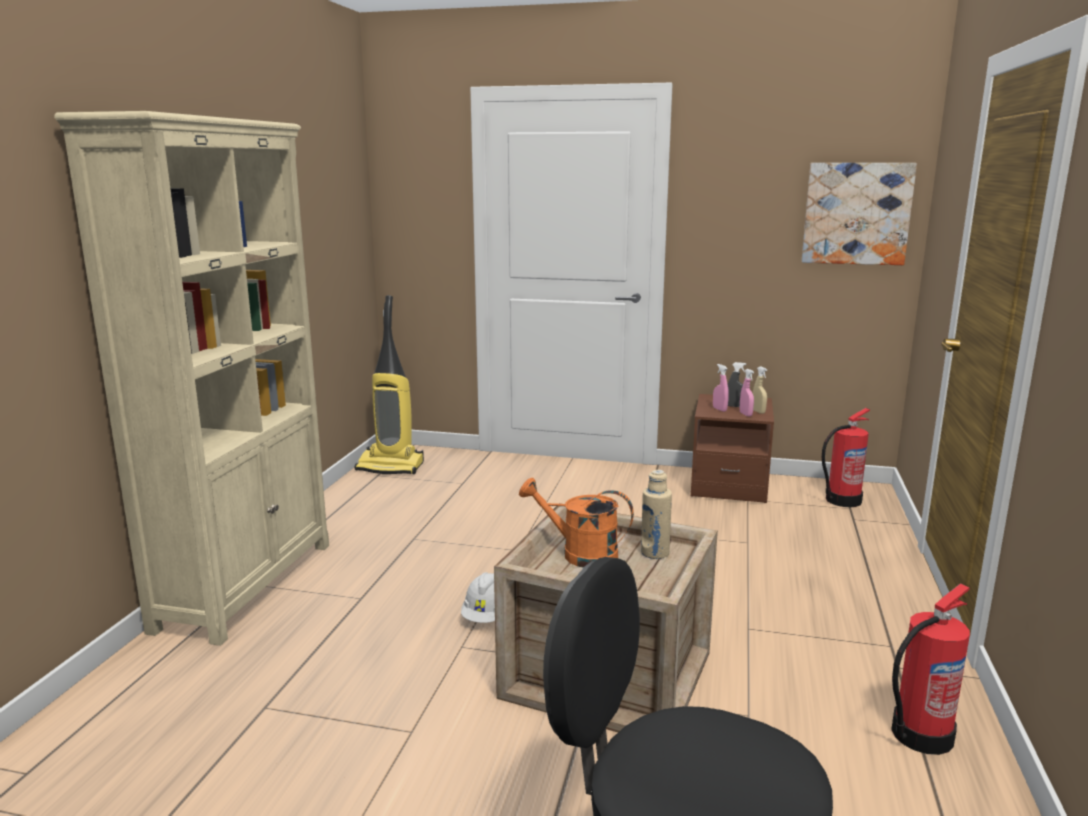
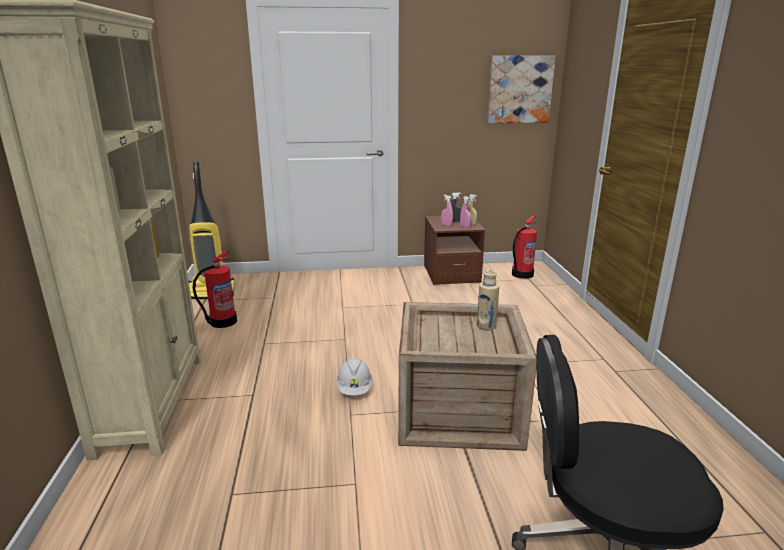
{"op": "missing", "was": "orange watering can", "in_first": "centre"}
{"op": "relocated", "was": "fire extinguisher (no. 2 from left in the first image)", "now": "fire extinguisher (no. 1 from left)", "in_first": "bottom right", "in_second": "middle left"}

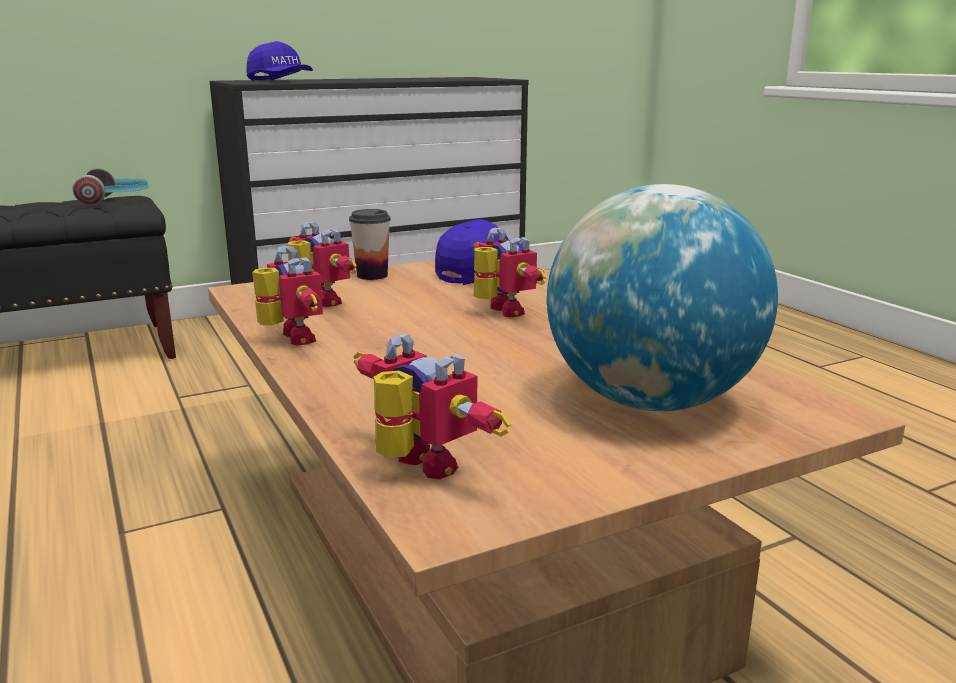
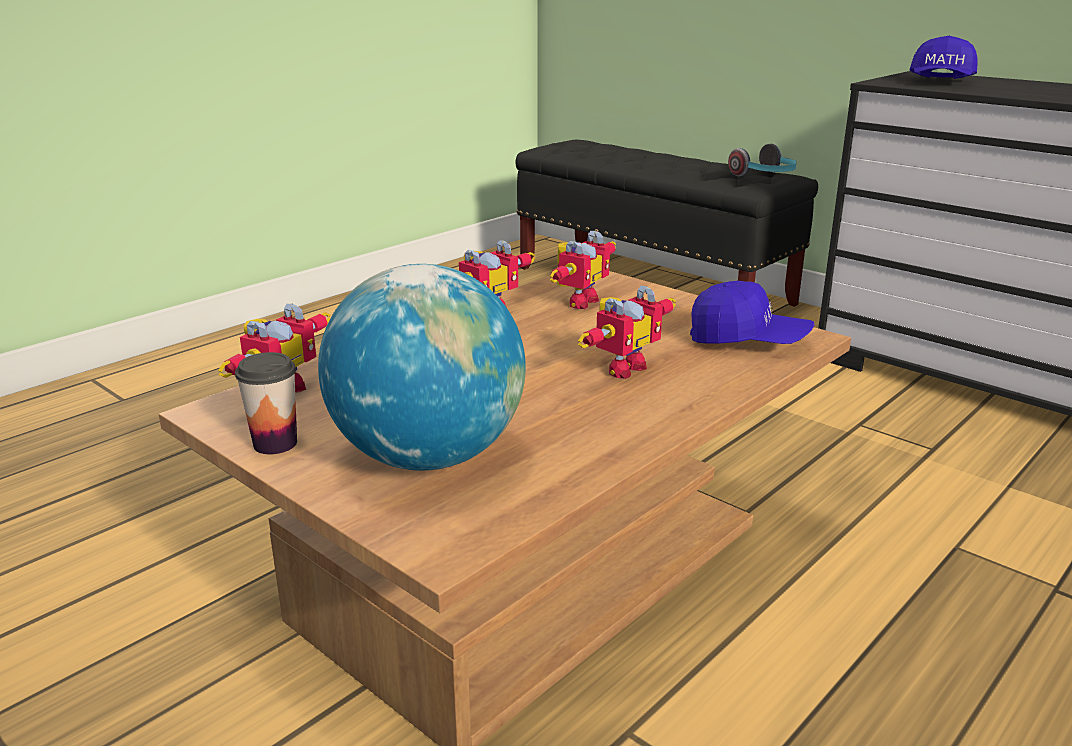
{"op": "relocated", "was": "cup", "in_first": "centre", "in_second": "middle left"}

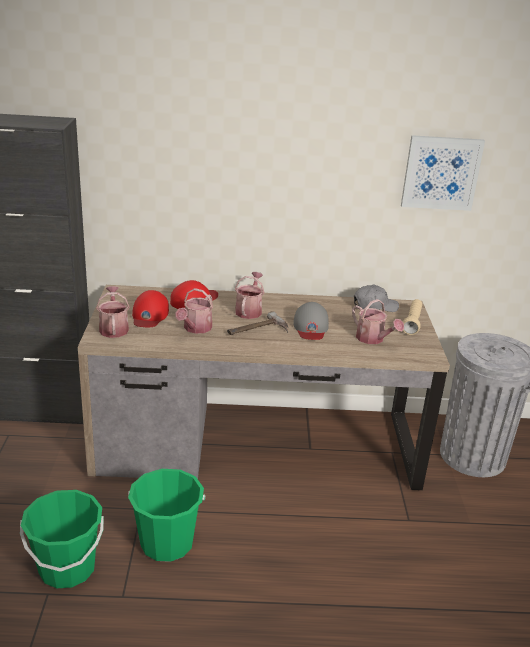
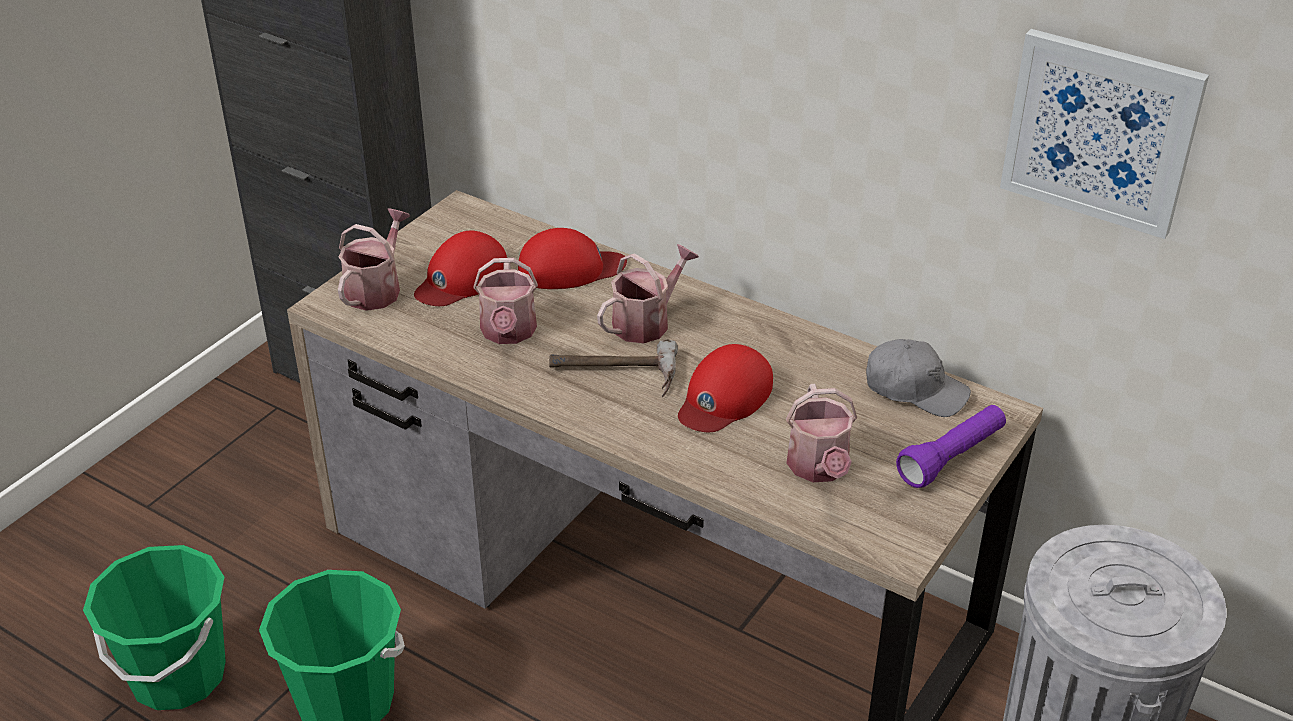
{"op": "spun", "was": "watering can (no. 2 from left)", "in_first": "centre", "in_second": "centre", "clockwise": -60}
{"op": "colour", "was": "grey cap (no. 1 from left)", "now": "red cap (no. 3 from left)", "in_first": "centre", "in_second": "centre"}
{"op": "colour", "was": "beige flashlight", "now": "purple flashlight", "in_first": "middle right", "in_second": "middle right"}

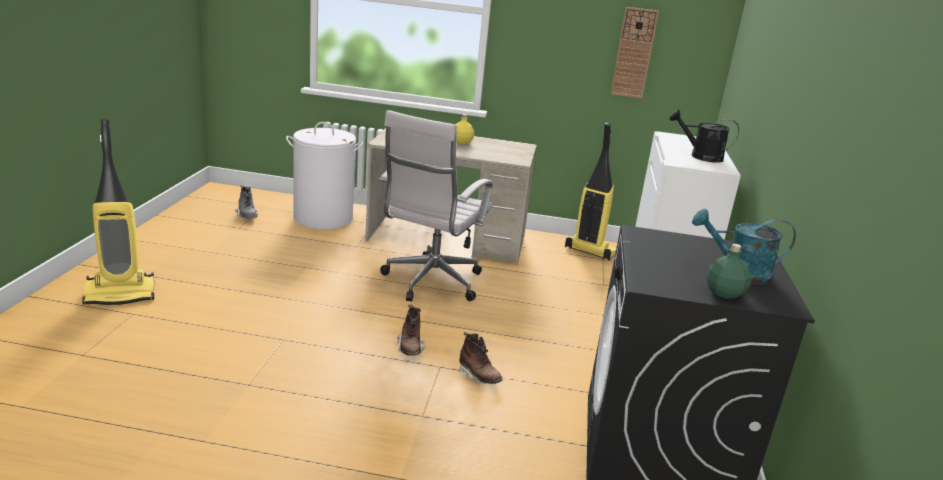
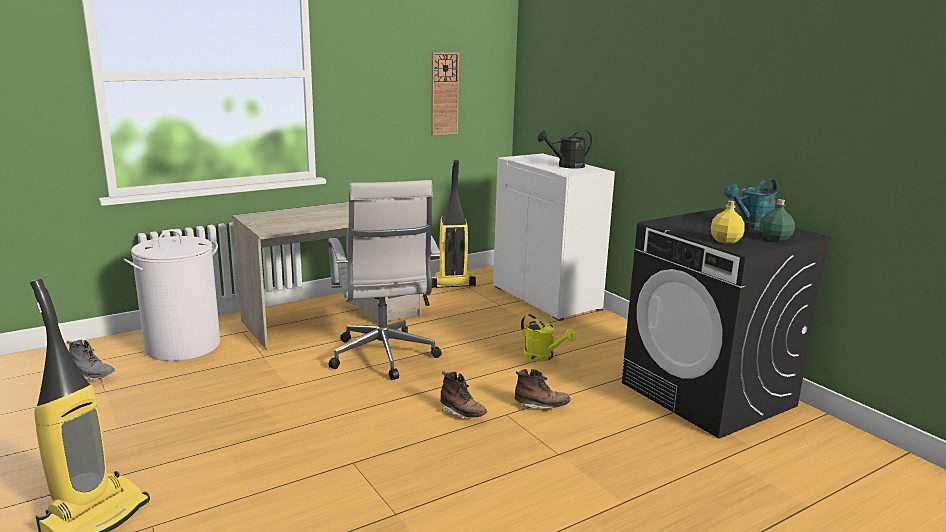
{"op": "relocated", "was": "yellow bottle", "in_first": "top centre", "in_second": "middle right"}
{"op": "appeared", "now": "yellow watering can", "in_second": "centre"}

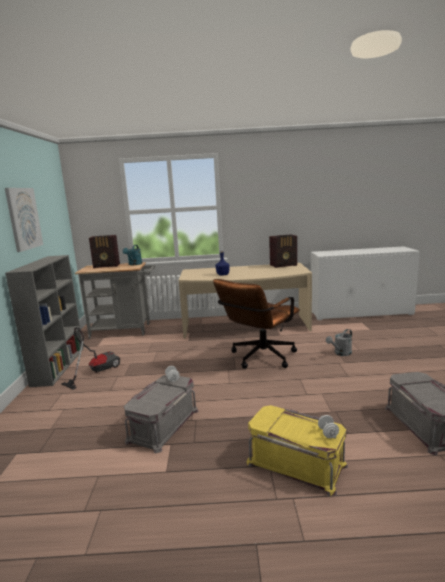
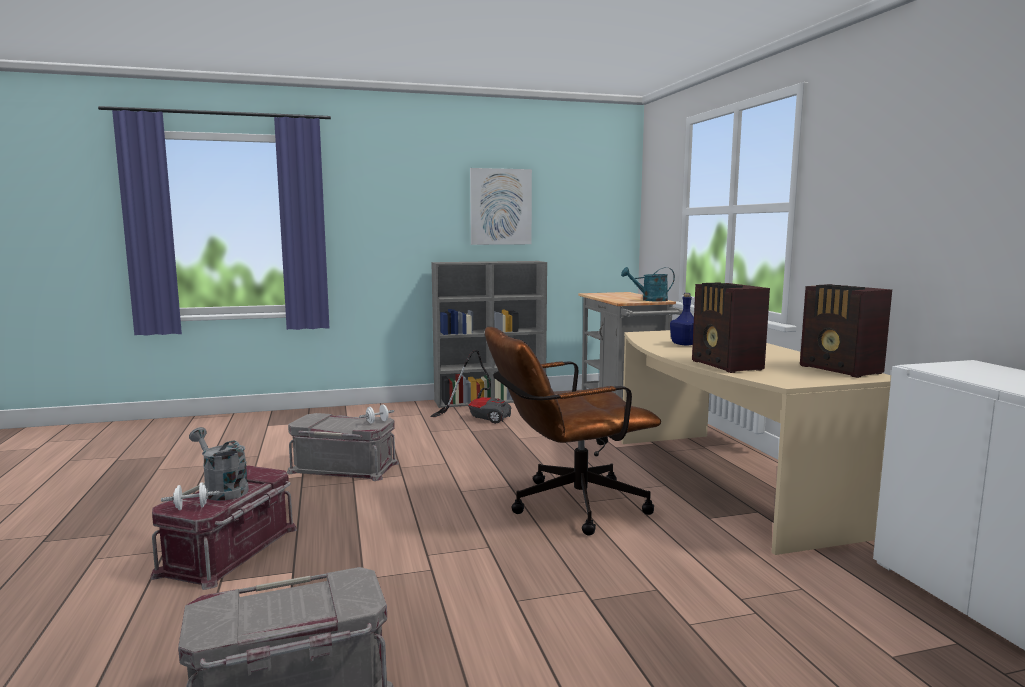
{"op": "relocated", "was": "radio (no. 1 from left)", "in_first": "middle left", "in_second": "middle right"}
{"op": "spun", "was": "brown office chair", "in_first": "centre", "in_second": "centre", "clockwise": -45}
{"op": "colour", "was": "yellow storage box", "now": "red storage box", "in_first": "bottom right", "in_second": "bottom left"}
{"op": "relocated", "was": "grey watering can", "in_first": "middle right", "in_second": "bottom left"}

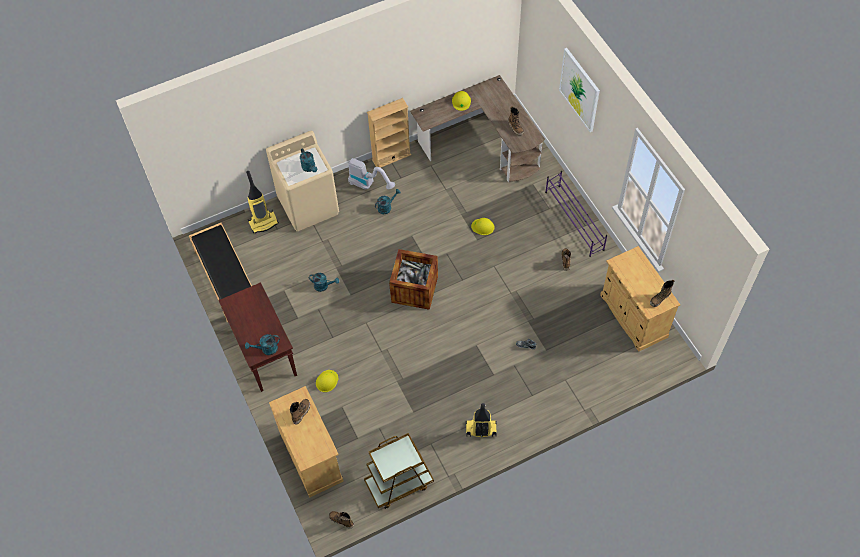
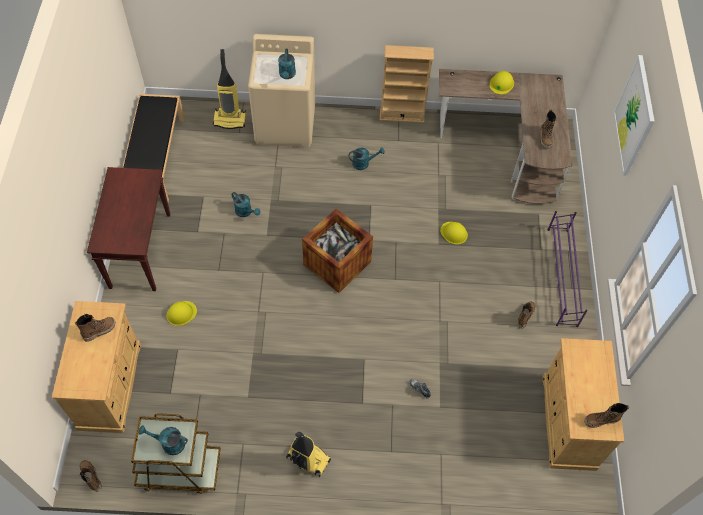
{"op": "relocated", "was": "turquoise watering can (no. 1 from left)", "in_first": "middle left", "in_second": "bottom left"}
{"op": "missing", "was": "vacuum cleaner (no. 2 from left)", "in_first": "top centre"}

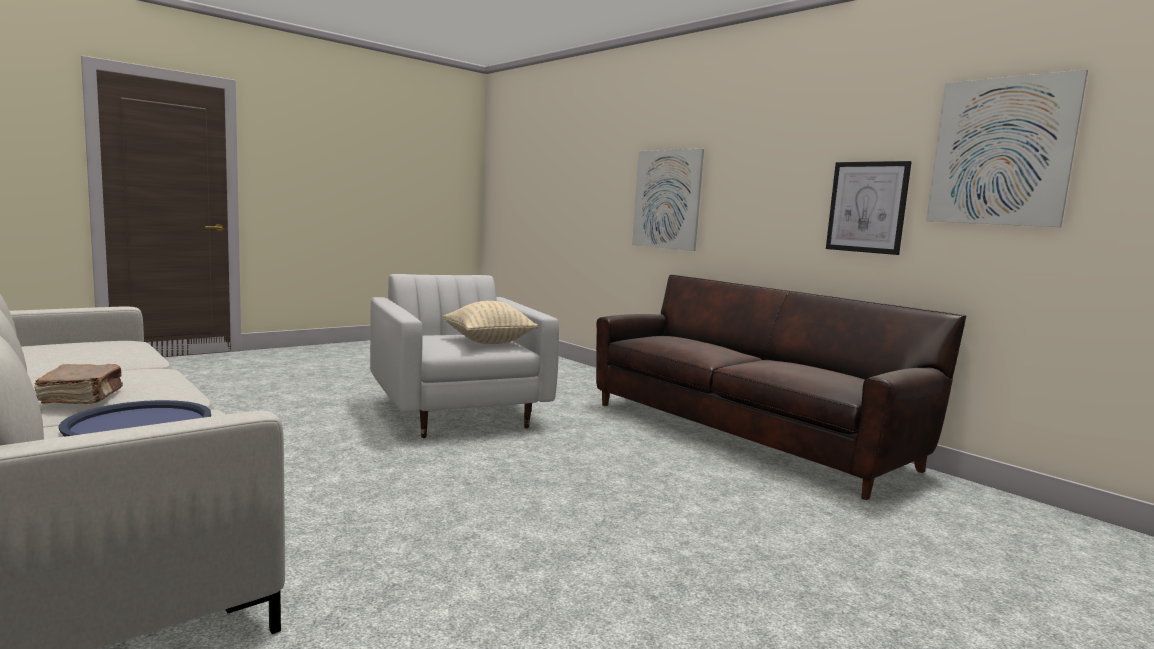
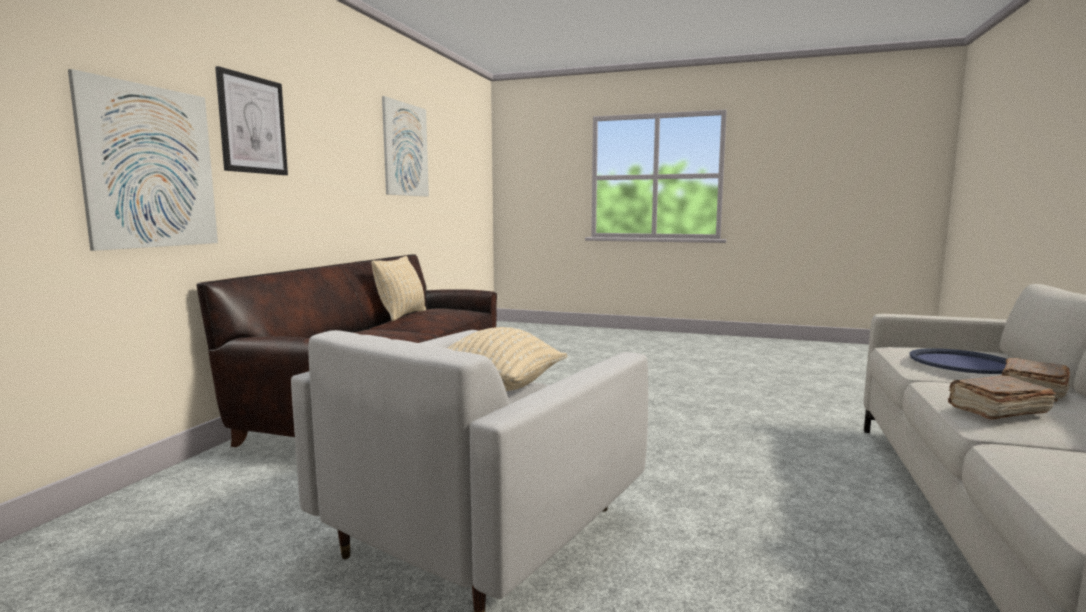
{"op": "relocated", "was": "picture (no. 2 from left)", "in_first": "top right", "in_second": "top left"}
{"op": "appeared", "now": "beige pillow (no. 1 from left)", "in_second": "centre"}
{"op": "appeared", "now": "brown book (no. 1 from left)", "in_second": "middle right"}

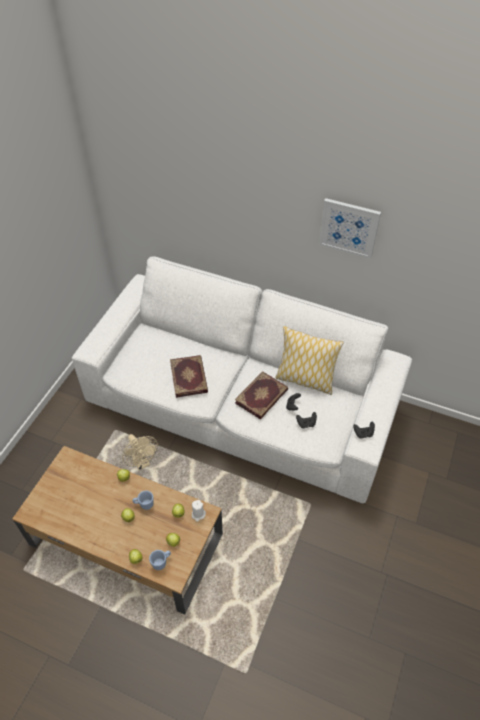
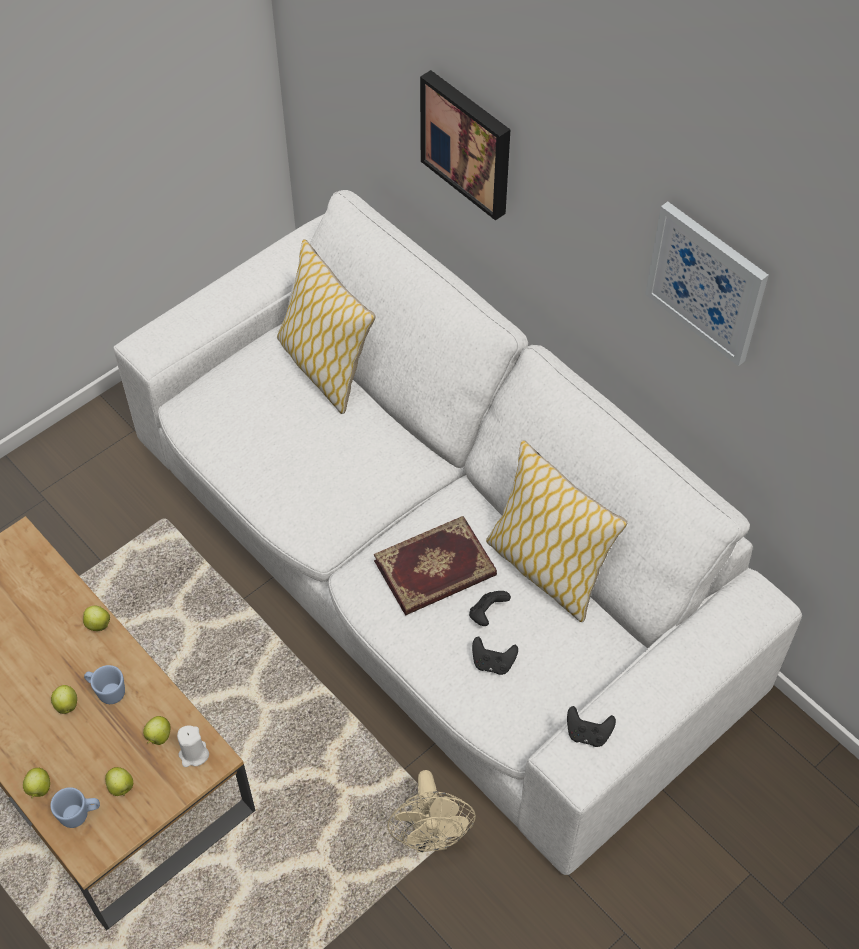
{"op": "relocated", "was": "beige fan", "in_first": "middle left", "in_second": "bottom centre"}
{"op": "missing", "was": "book (no. 1 from left)", "in_first": "centre"}
{"op": "appeared", "now": "pillow (no. 1 from left)", "in_second": "centre"}
{"op": "appeared", "now": "picture (no. 1 from left)", "in_second": "top centre"}

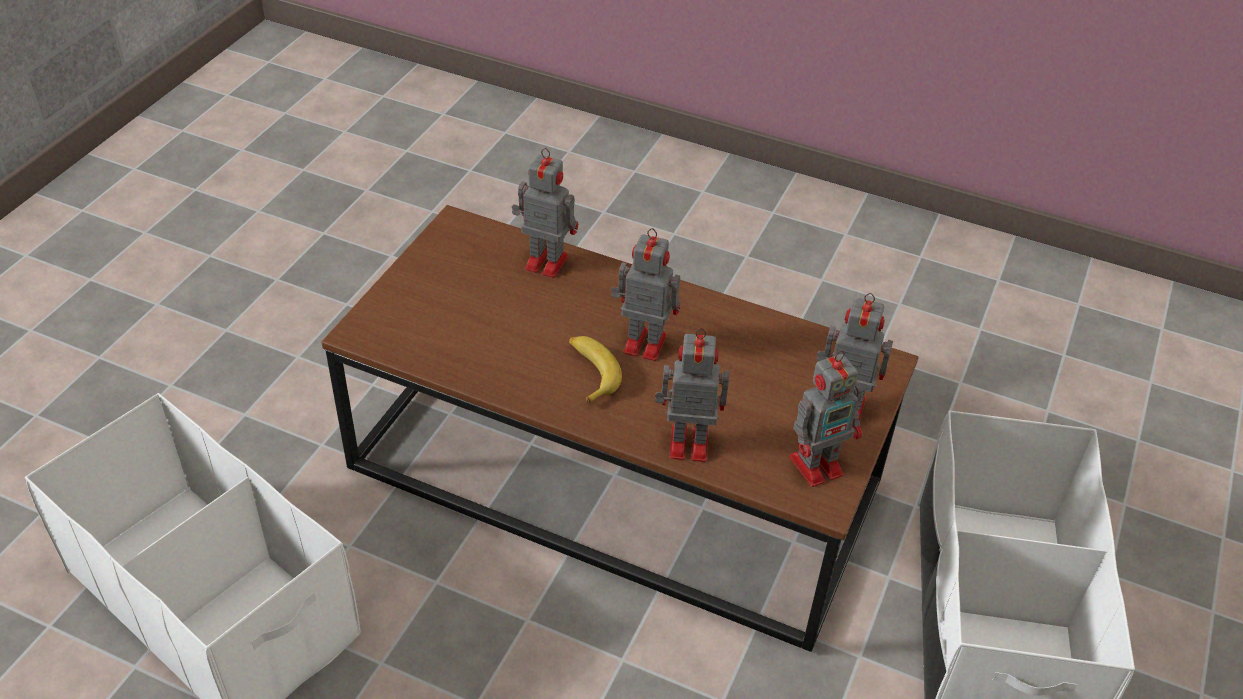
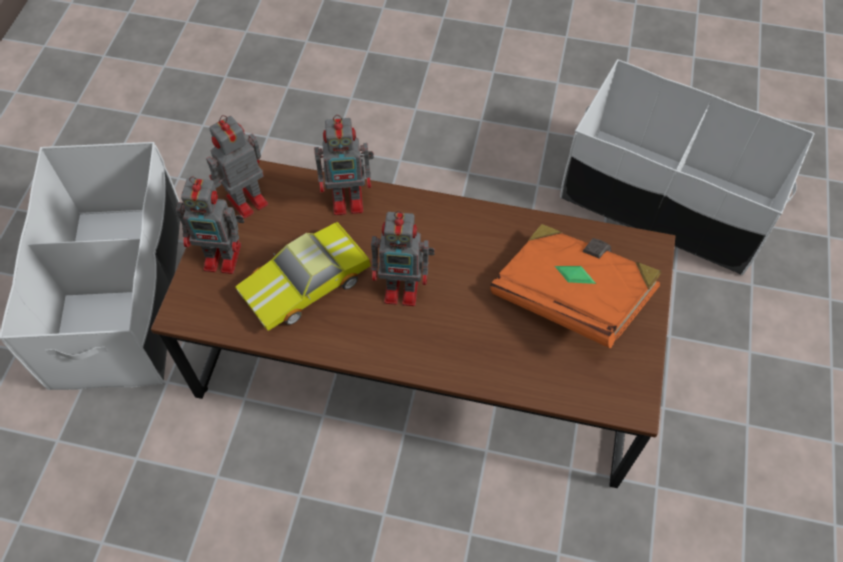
{"op": "missing", "was": "toy robot (no. 1 from left)", "in_first": "top centre"}
{"op": "missing", "was": "banana", "in_first": "centre"}
{"op": "appeared", "now": "toy car", "in_second": "centre"}
{"op": "appeared", "now": "orange book", "in_second": "middle right"}

